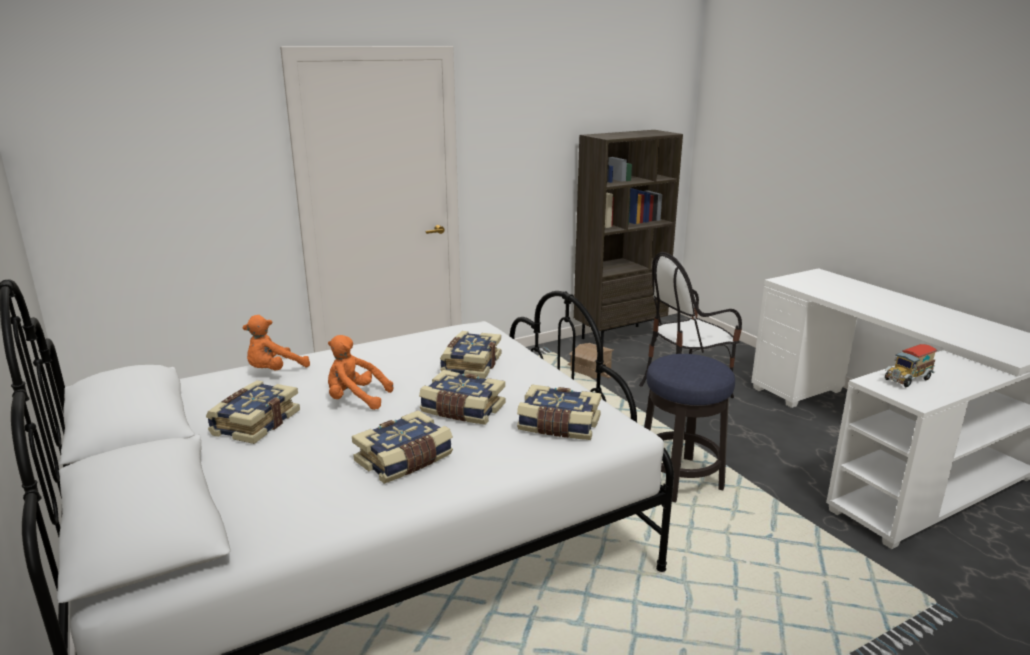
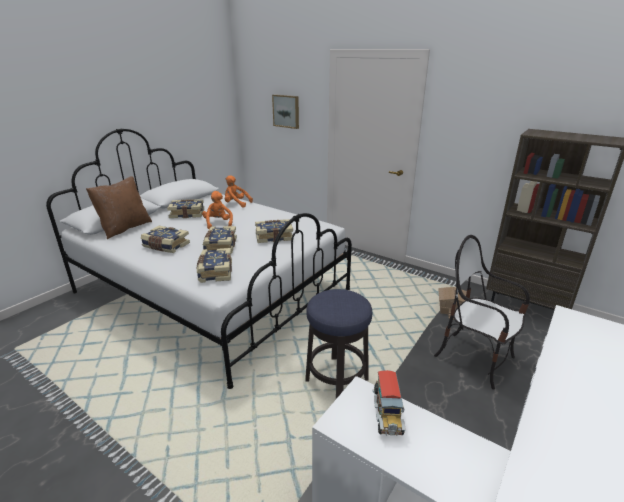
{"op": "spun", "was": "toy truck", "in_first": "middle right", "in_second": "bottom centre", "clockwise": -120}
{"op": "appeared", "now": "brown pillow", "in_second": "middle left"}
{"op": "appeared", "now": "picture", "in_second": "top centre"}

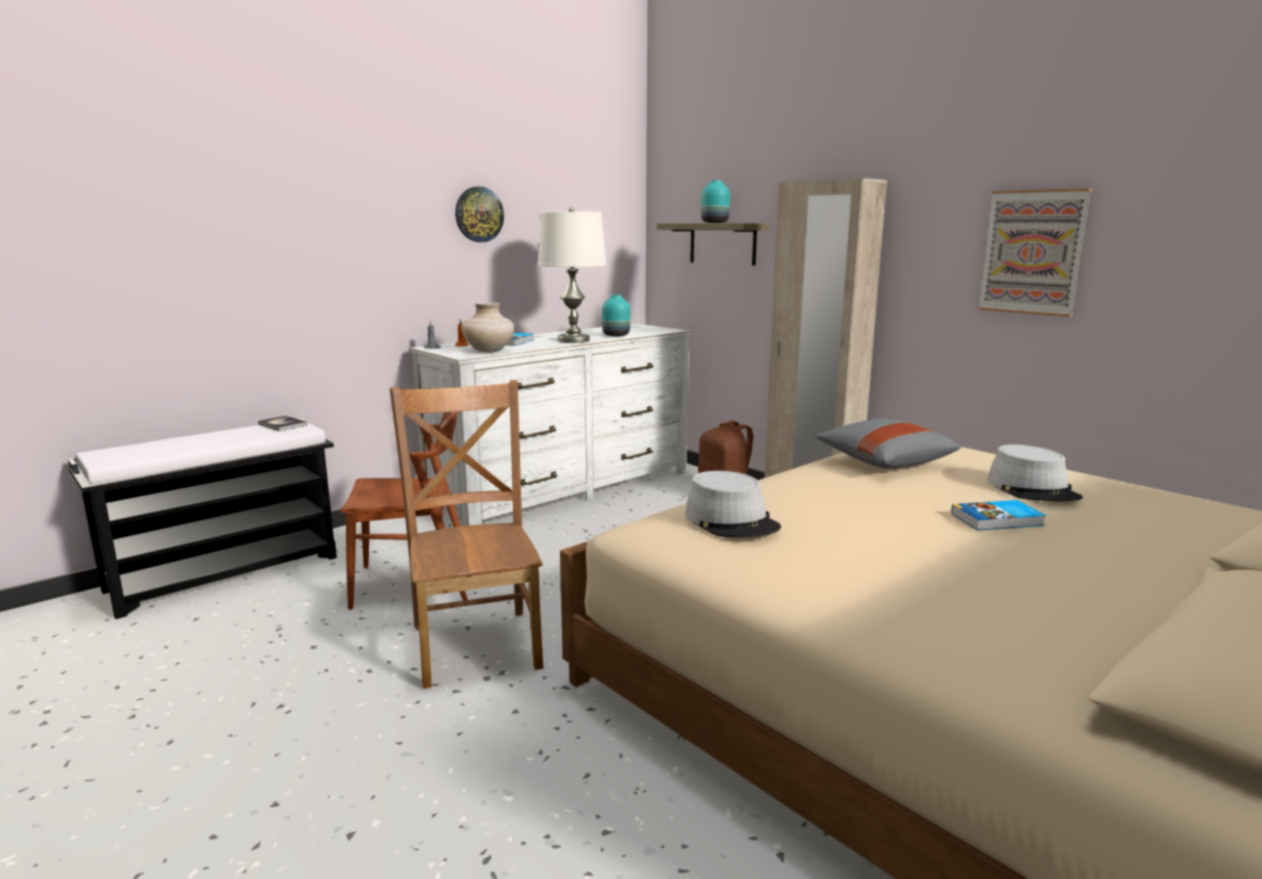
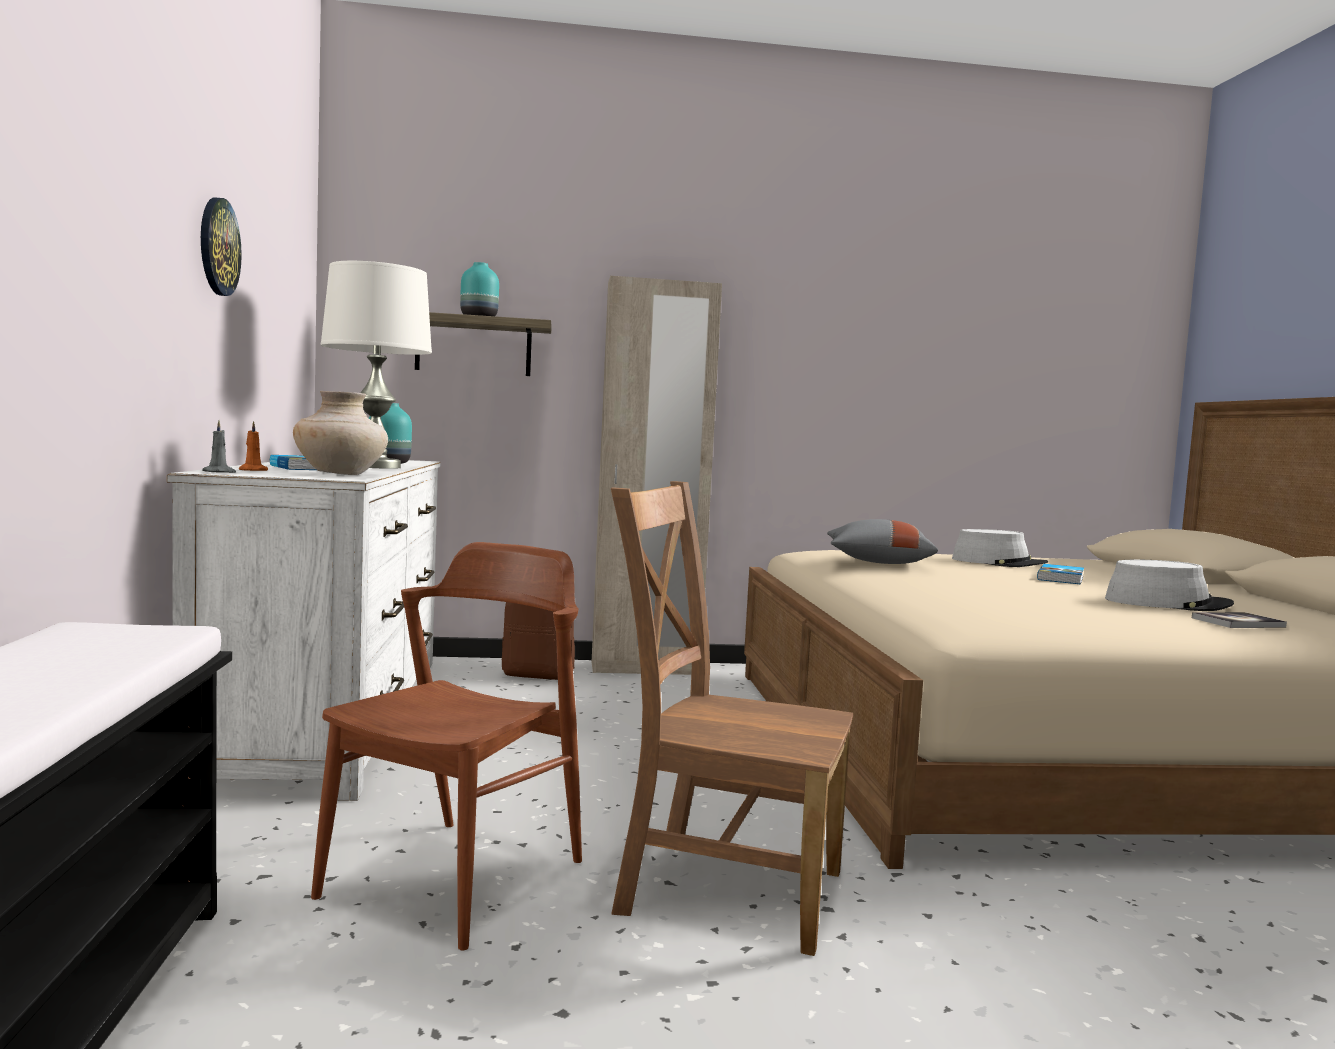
{"op": "relocated", "was": "book (no. 1 from left in the first image)", "now": "book (no. 3 from left)", "in_first": "middle left", "in_second": "middle right"}
{"op": "relocated", "was": "grey hat (no. 1 from left in the first image)", "now": "grey hat (no. 2 from left)", "in_first": "centre", "in_second": "middle right"}
{"op": "missing", "was": "picture", "in_first": "top right"}

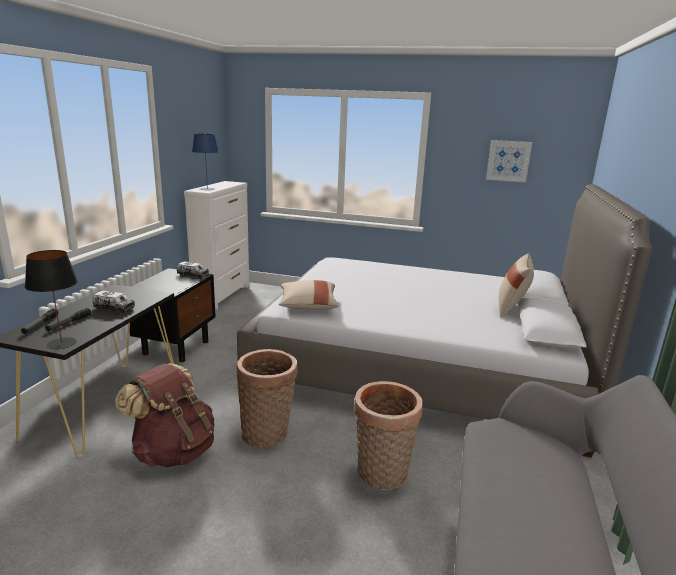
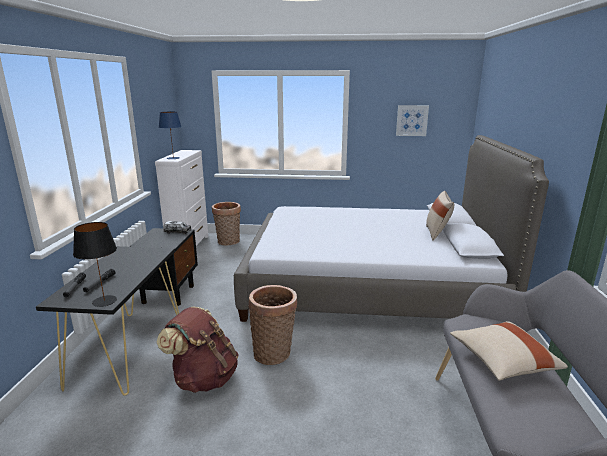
{"op": "missing", "was": "toy truck (no. 1 from left)", "in_first": "middle left"}
{"op": "relocated", "was": "beige pillow (no. 1 from left in the first image)", "now": "beige pillow (no. 2 from left)", "in_first": "centre", "in_second": "bottom right"}
{"op": "relocated", "was": "basket (no. 2 from left in the first image)", "now": "basket (no. 1 from left)", "in_first": "bottom centre", "in_second": "centre"}

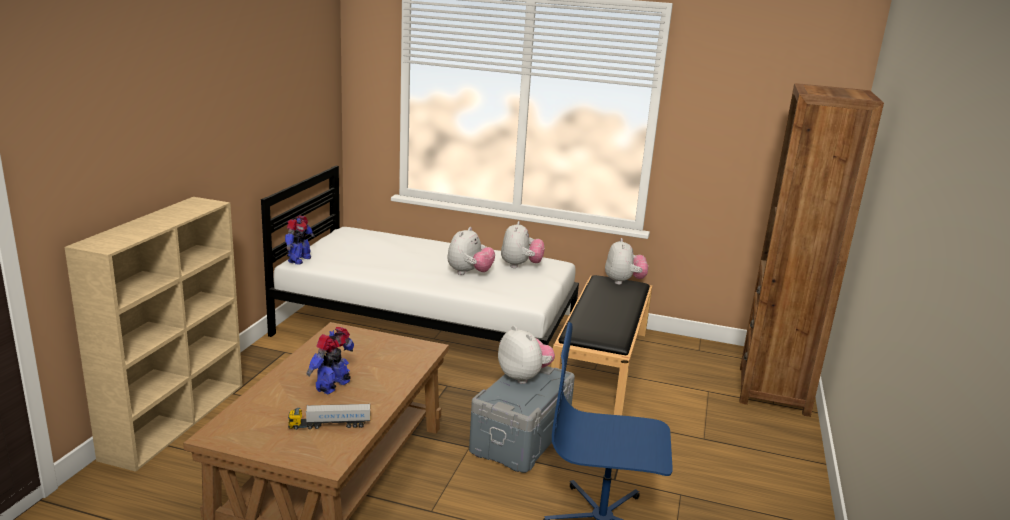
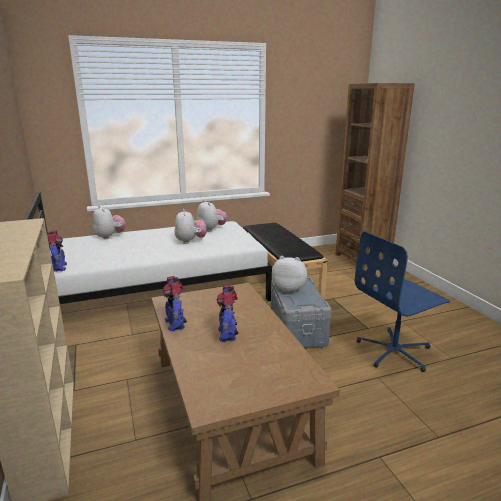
{"op": "missing", "was": "toy truck", "in_first": "bottom left"}
{"op": "relocated", "was": "plush toy (no. 4 from left in the first image)", "now": "plush toy (no. 1 from left)", "in_first": "centre", "in_second": "middle left"}
{"op": "appeared", "now": "toy robot (no. 2 from left)", "in_second": "centre"}

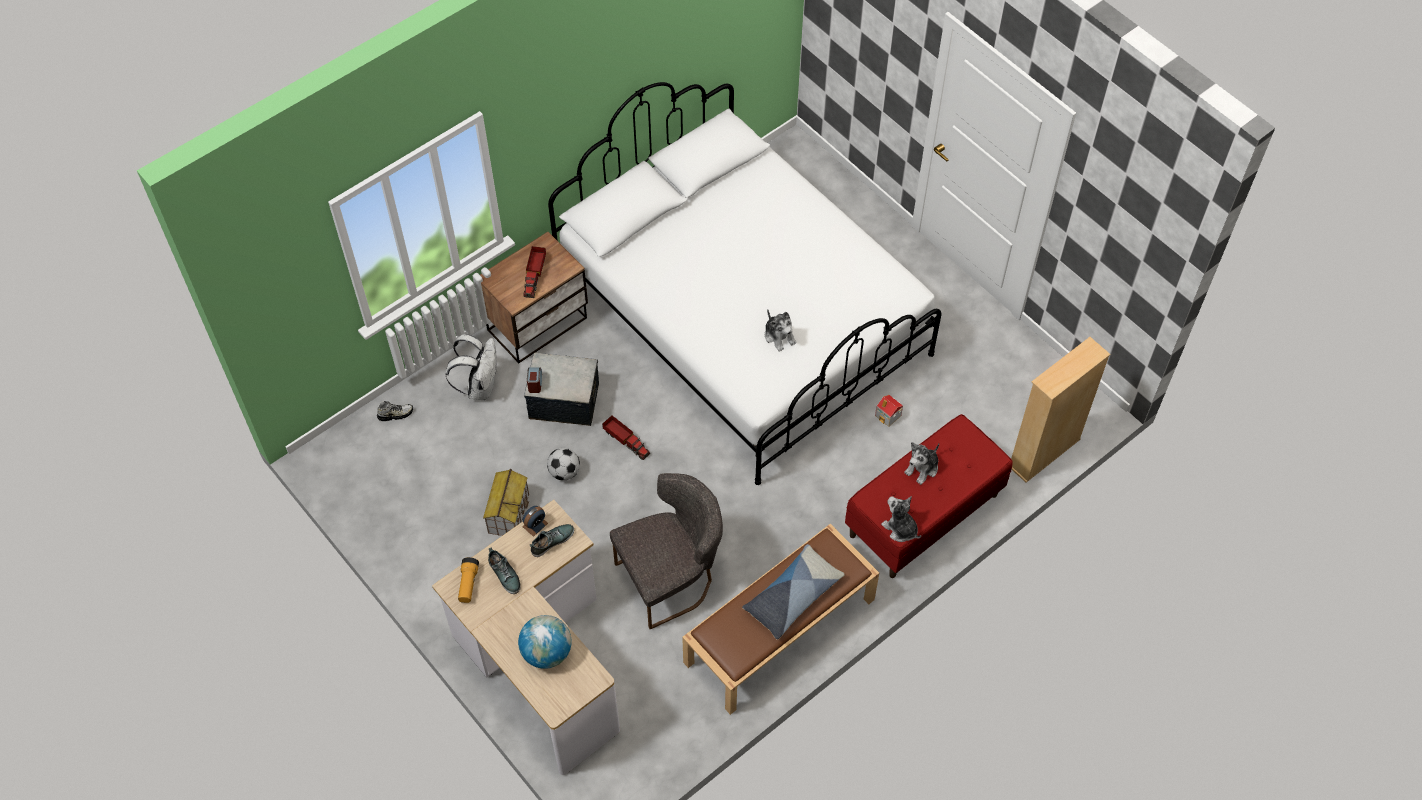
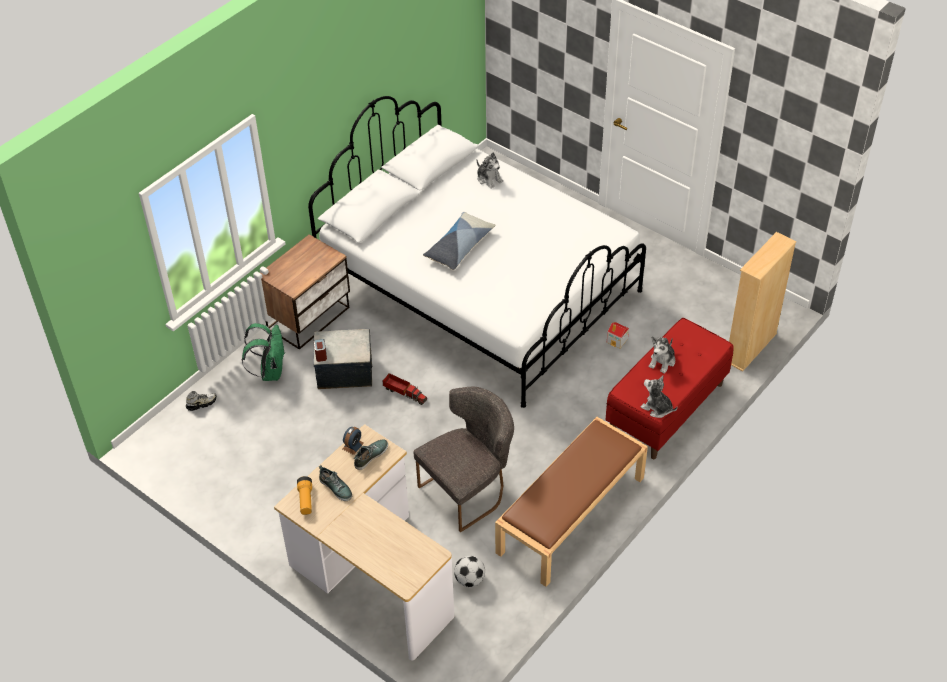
{"op": "colour", "was": "white backpack", "now": "green backpack", "in_first": "middle left", "in_second": "middle left"}
{"op": "missing", "was": "toy house (no. 1 from left)", "in_first": "centre"}
{"op": "missing", "was": "globe", "in_first": "bottom centre"}
{"op": "missing", "was": "toy truck (no. 1 from left)", "in_first": "centre"}
{"op": "relocated", "was": "football", "in_first": "centre", "in_second": "bottom centre"}
{"op": "relocated", "was": "pillow", "in_first": "bottom centre", "in_second": "centre"}
{"op": "relocated", "was": "plush toy (no. 1 from left)", "in_first": "centre", "in_second": "top centre"}

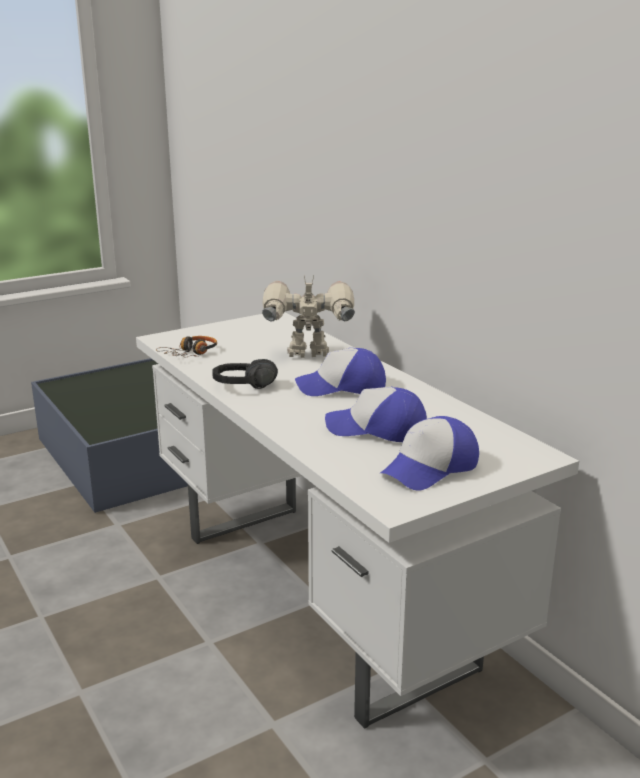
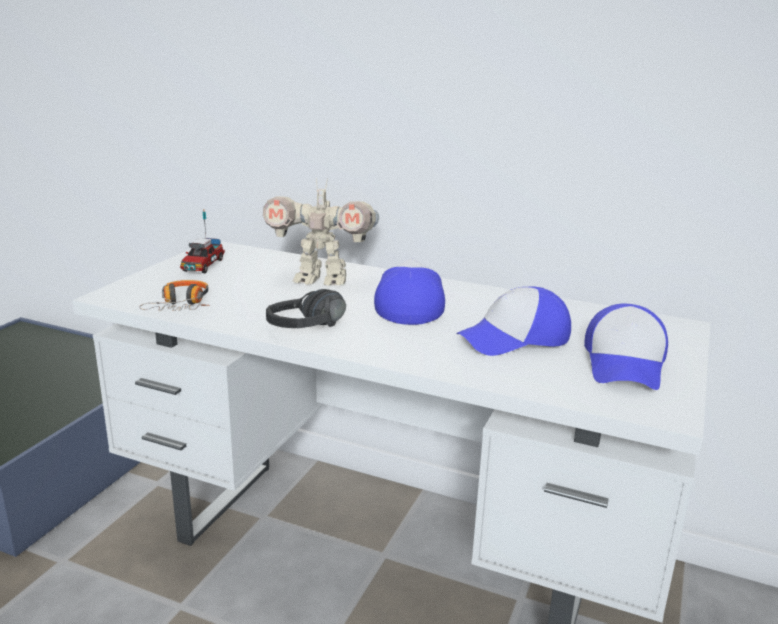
{"op": "spun", "was": "toy robot", "in_first": "centre", "in_second": "centre", "clockwise": -135}
{"op": "spun", "was": "cap (no. 1 from left)", "in_first": "centre", "in_second": "centre", "clockwise": 135}
{"op": "appeared", "now": "toy truck", "in_second": "middle left"}

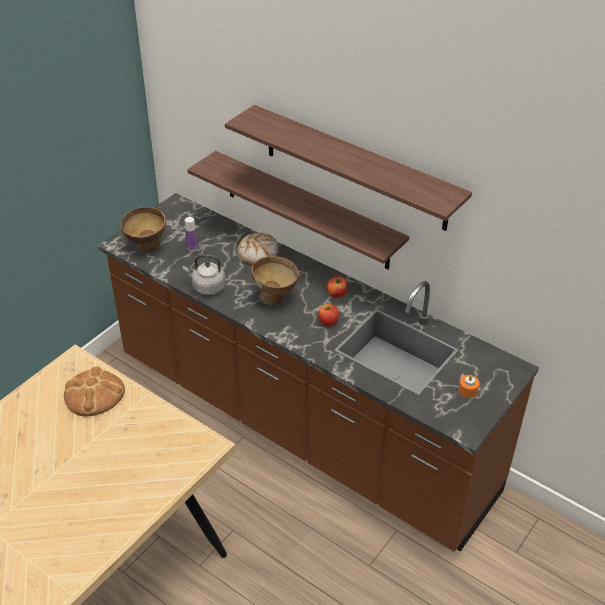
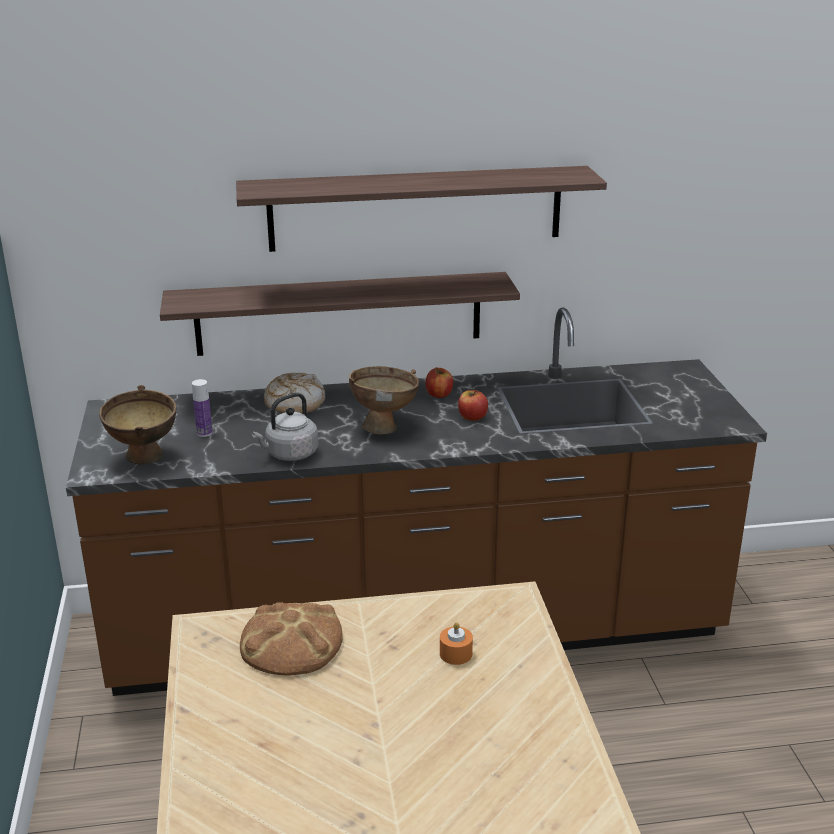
{"op": "relocated", "was": "orange candle", "in_first": "middle right", "in_second": "bottom centre"}

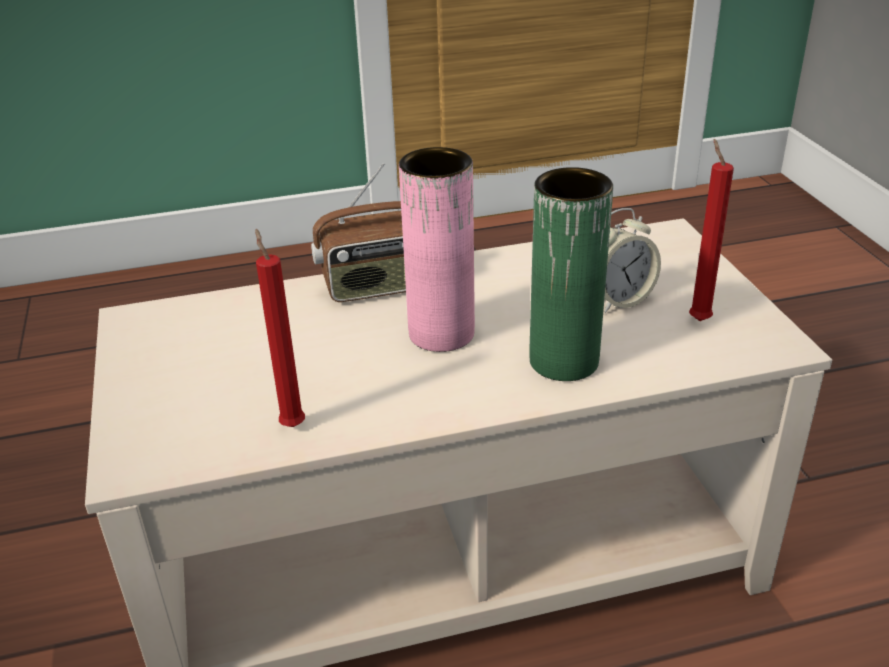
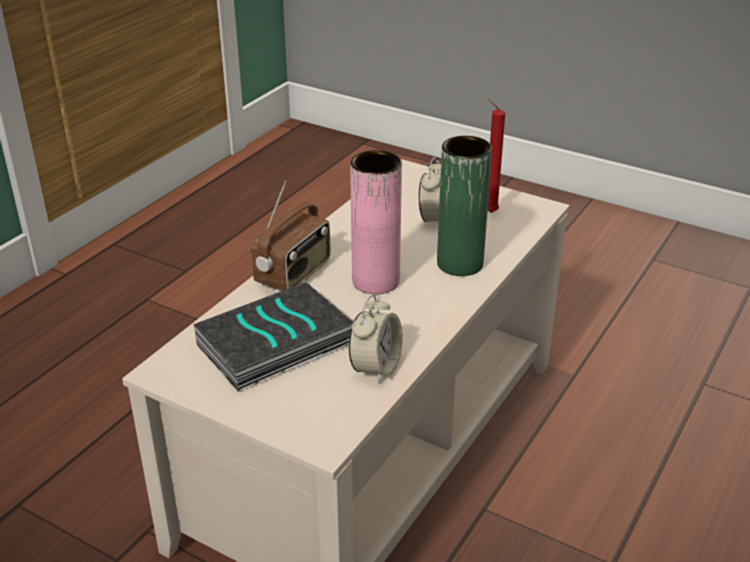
{"op": "exchanged", "was": "red candle (no. 1 from left)", "now": "alarm clock (no. 1 from left)", "in_first": "middle left", "in_second": "centre"}
{"op": "appeared", "now": "book", "in_second": "centre"}

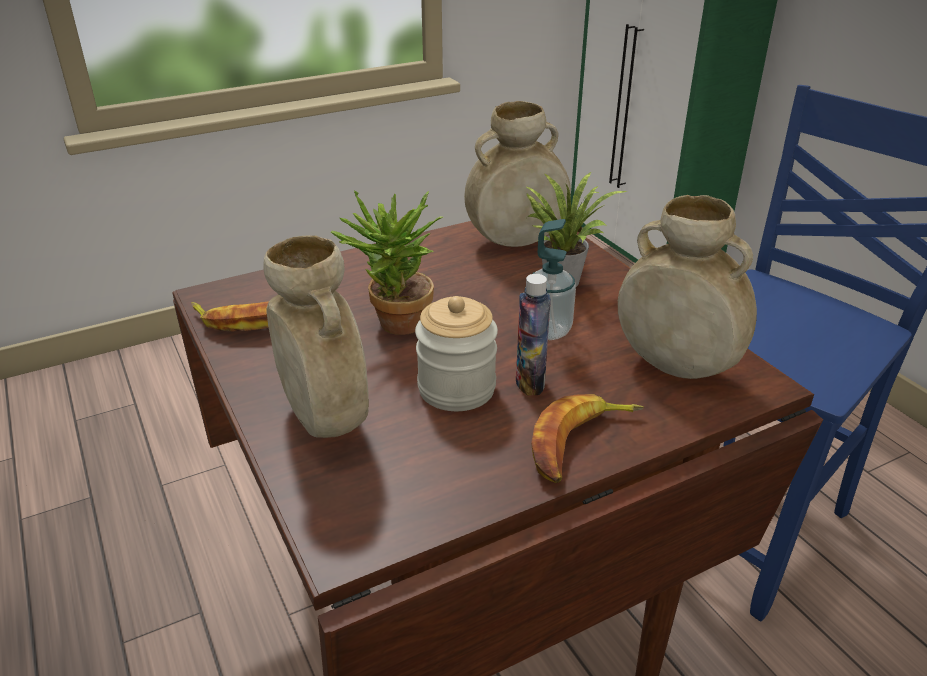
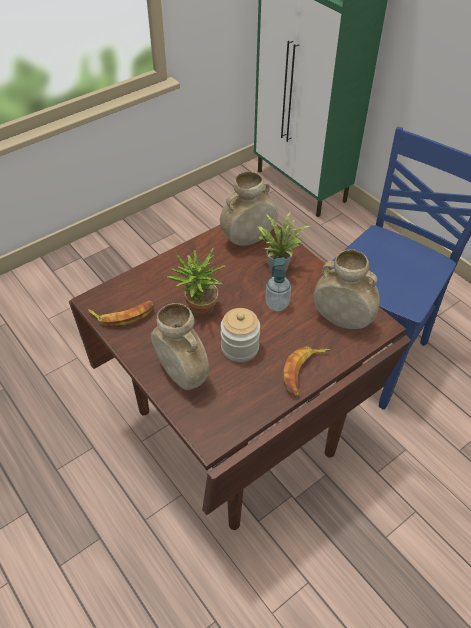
{"op": "missing", "was": "bottle", "in_first": "centre"}

